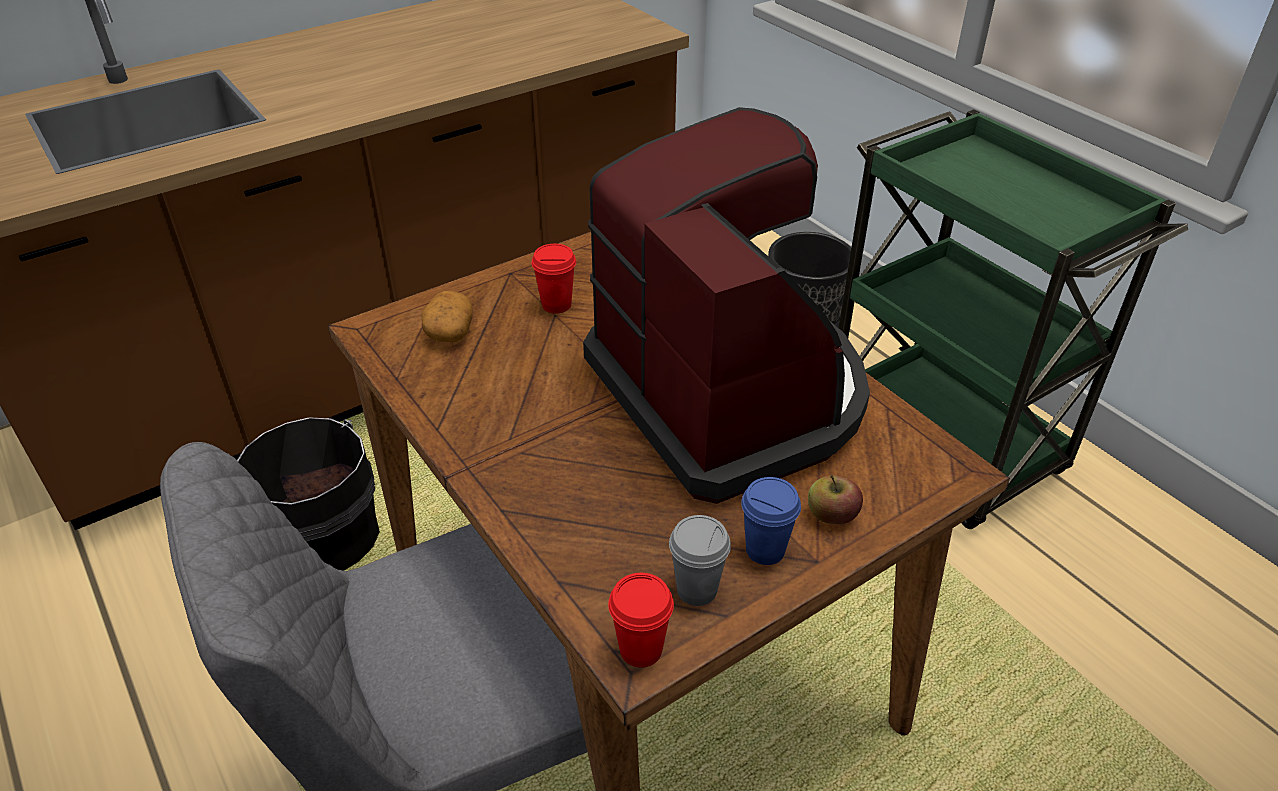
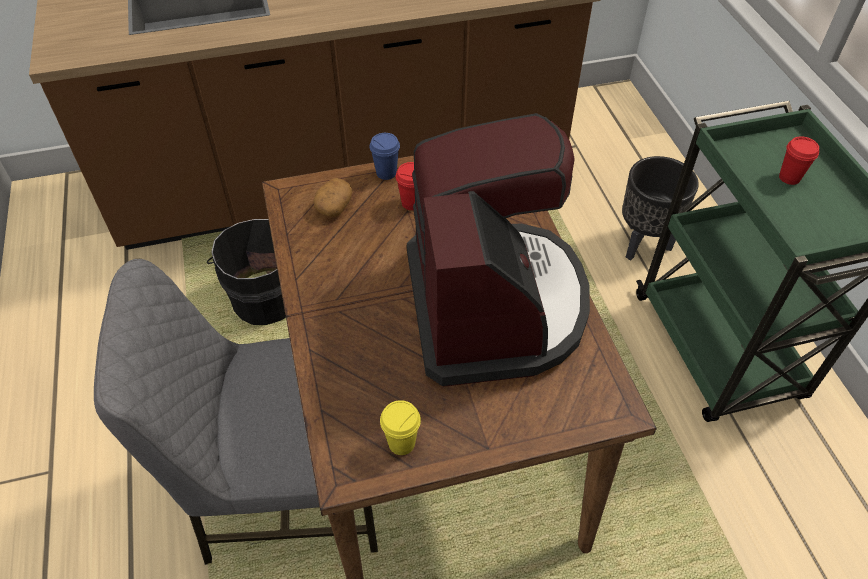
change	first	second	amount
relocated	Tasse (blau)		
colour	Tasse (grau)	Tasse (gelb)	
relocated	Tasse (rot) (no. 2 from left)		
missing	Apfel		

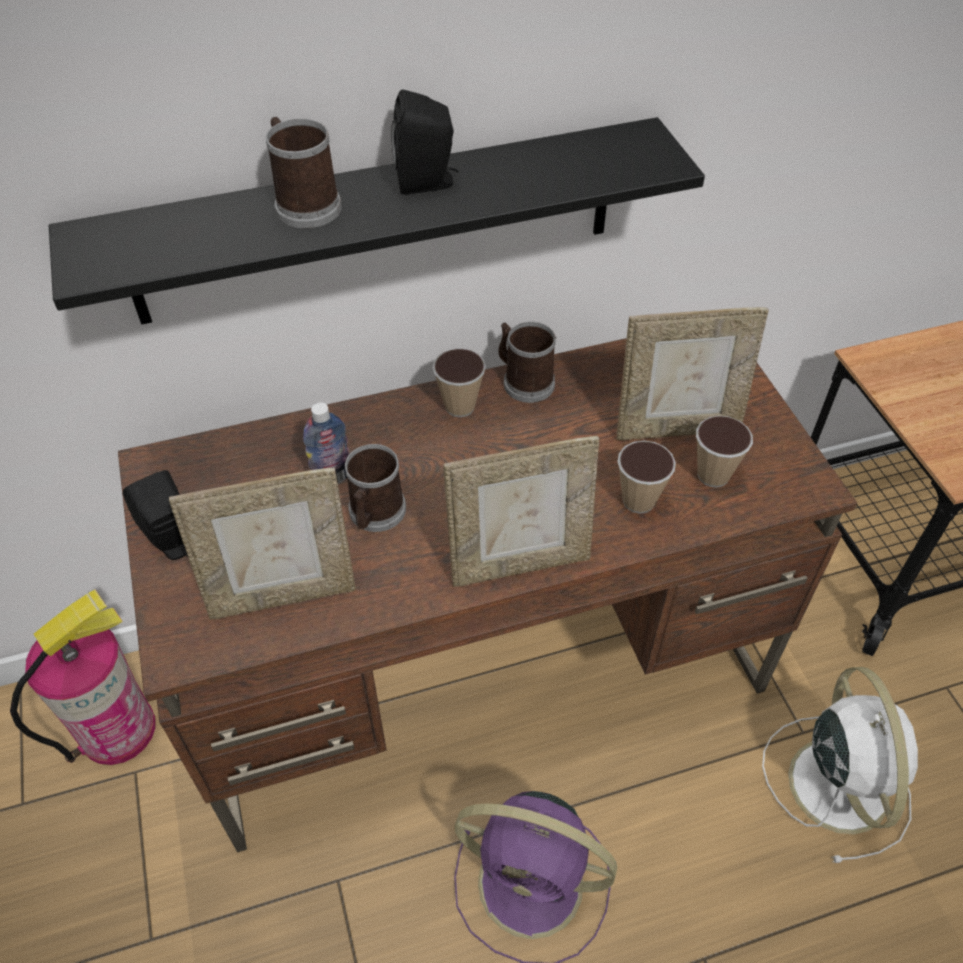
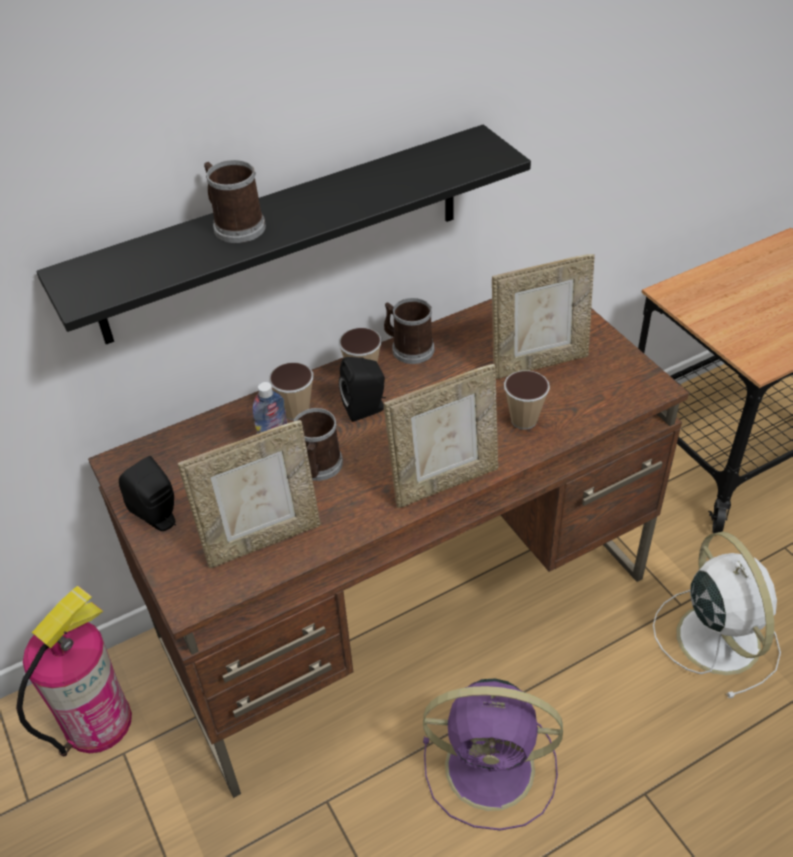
change	first	second	amount
relocated	Tasse (no. 3 from left in the first image)	Tasse (no. 1 from left)	
relocated	Lautsprecher (schwarz) (no. 2 from left)		

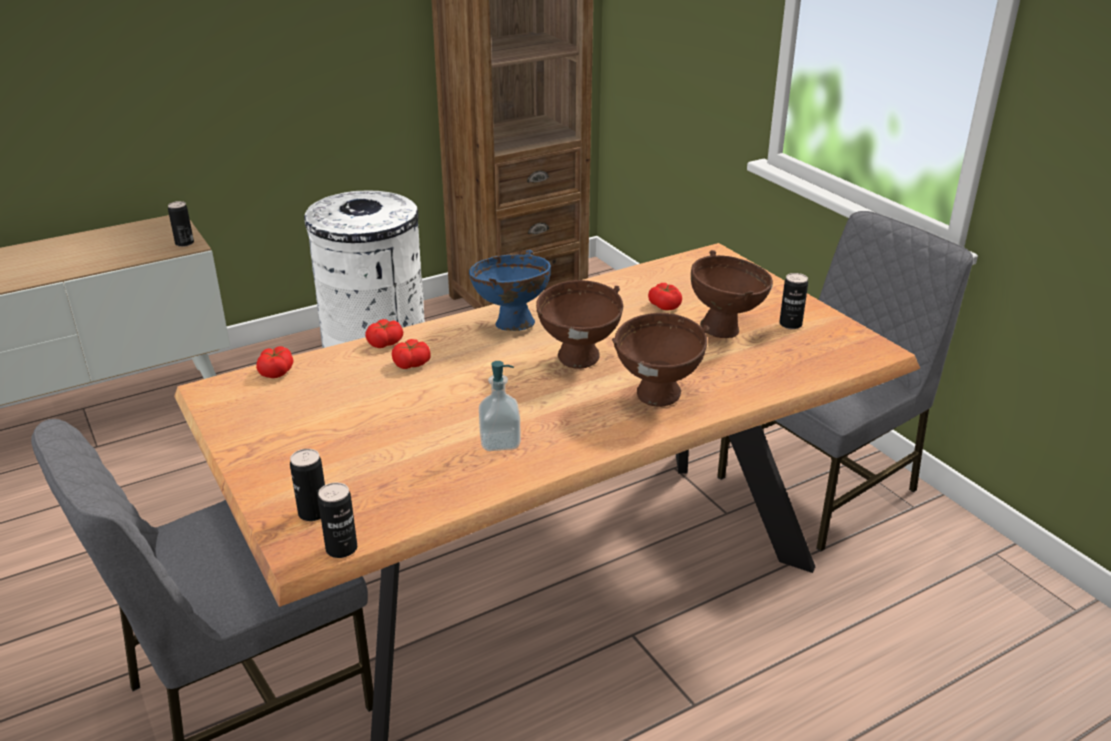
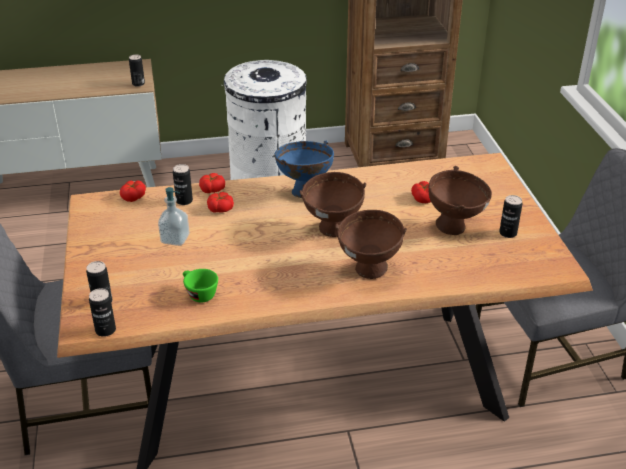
change	first	second	amount
relocated	Seifenspender		
appeared		Dose (no. 4 from left)	
appeared		Tasse (grün)	

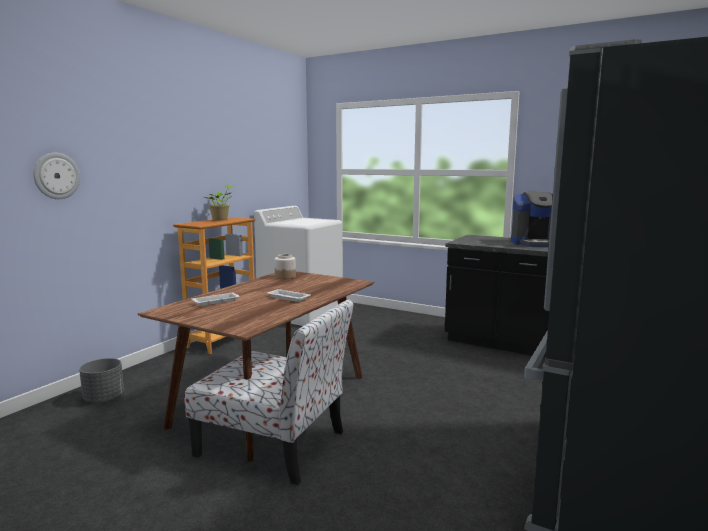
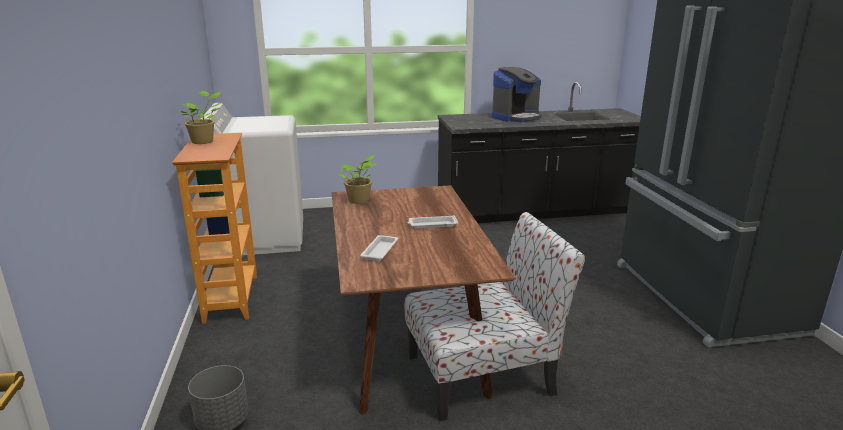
change	first	second	amount
exchanged	Vorratsglas	Topfpflanze (no. 2 from left)	
missing	Wanduhr		

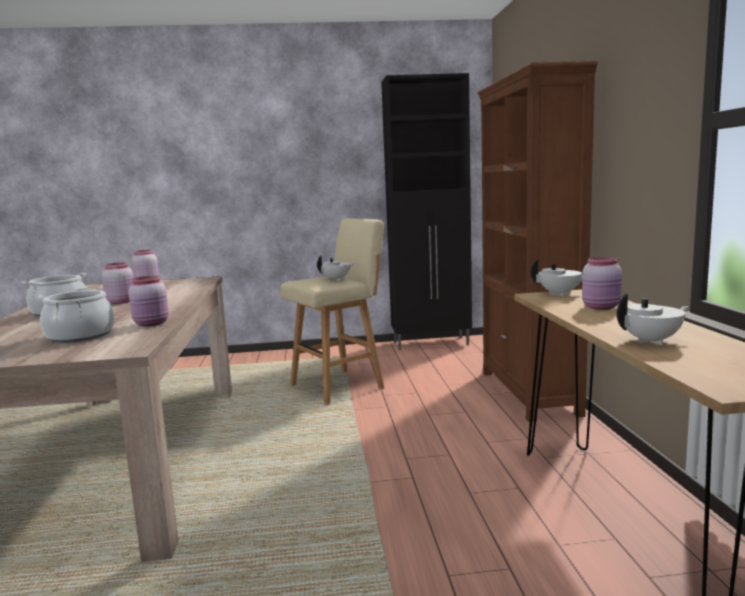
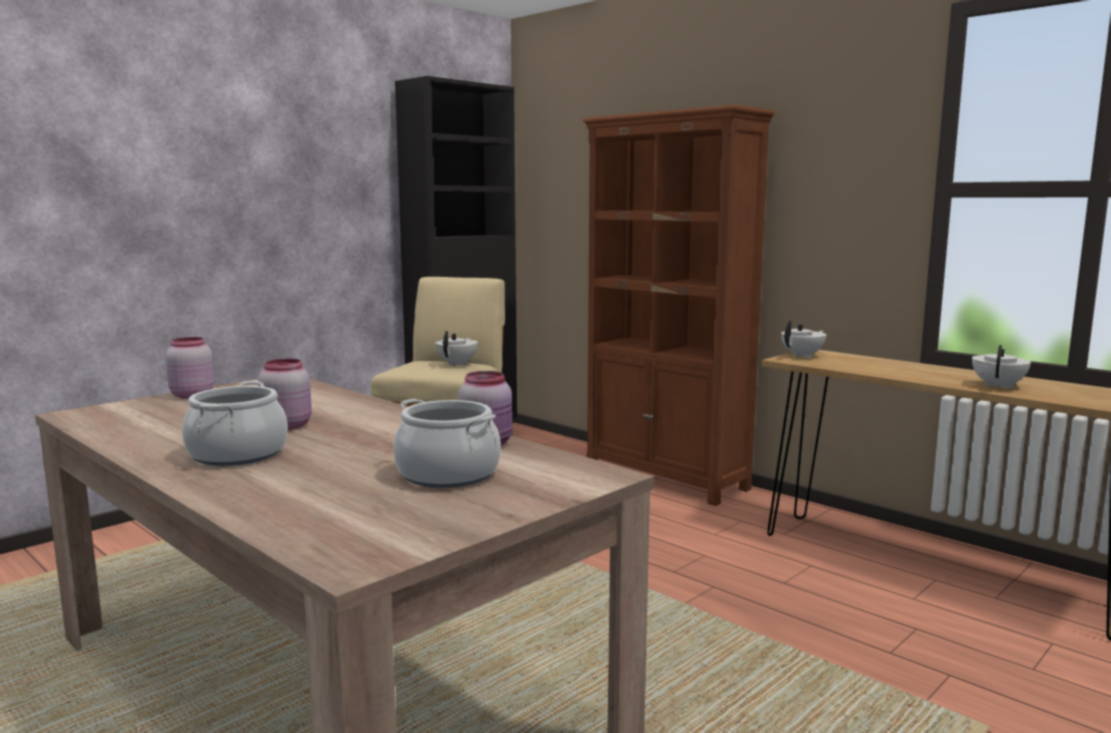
change	first	second	amount
missing	Vorratsglas (rosa) (no. 4 from left)		

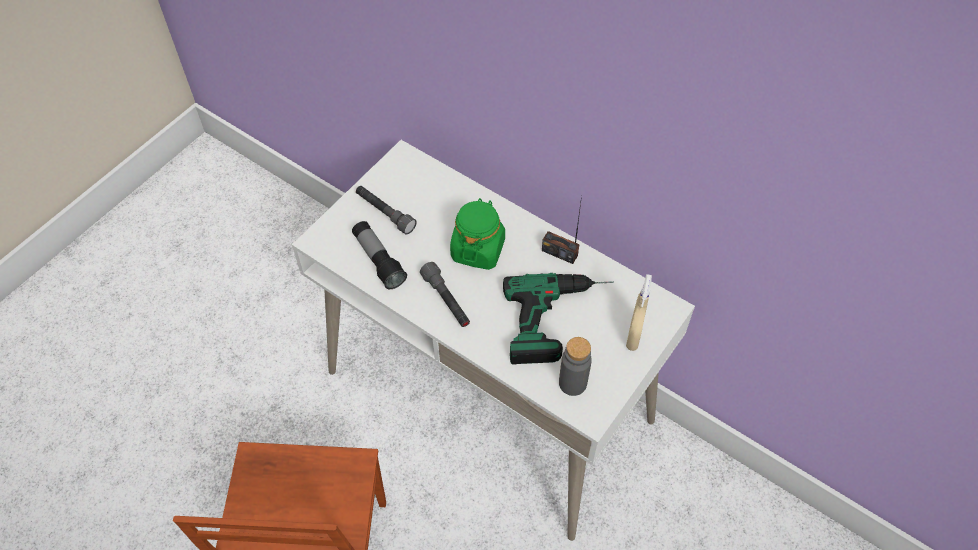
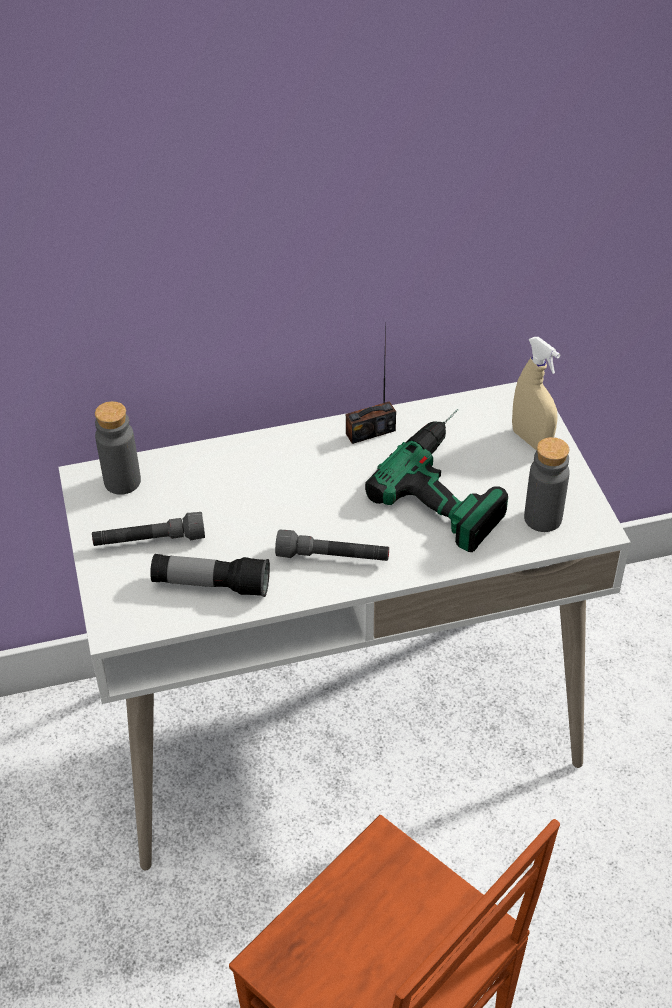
change	first	second	amount
appeared		Flasche (grau) (no. 1 from left)	
missing	Vorratsglas (grün)		

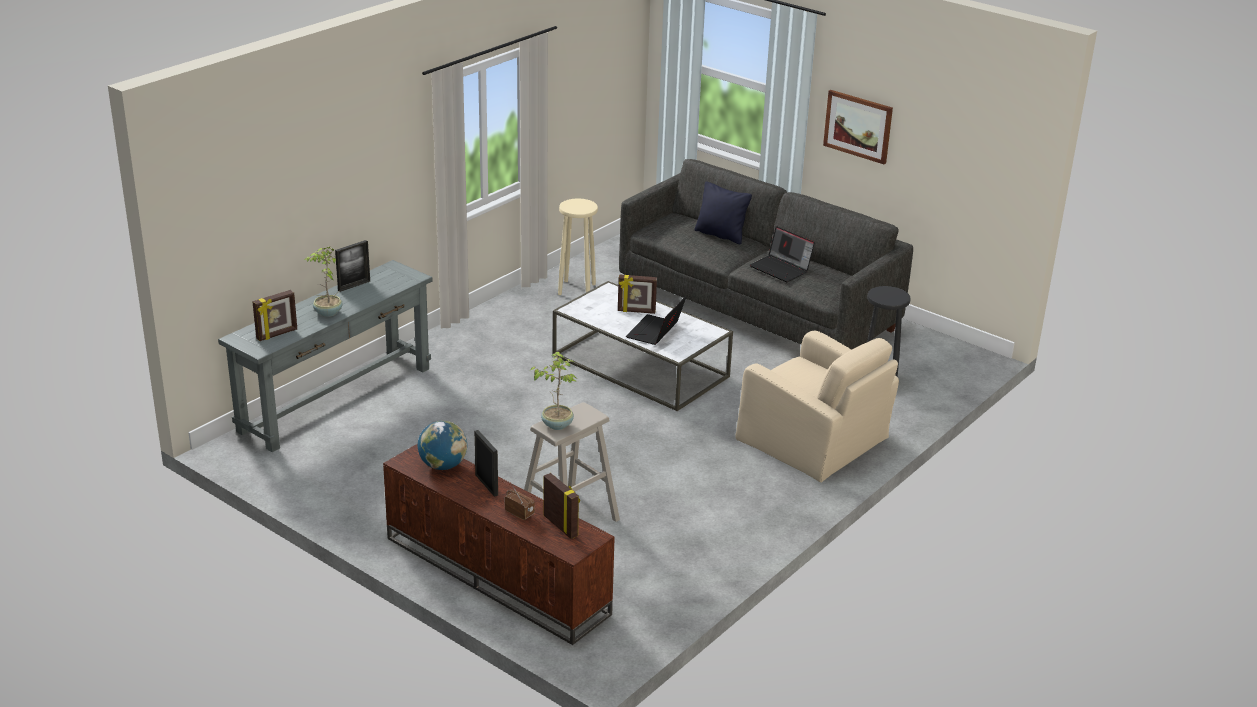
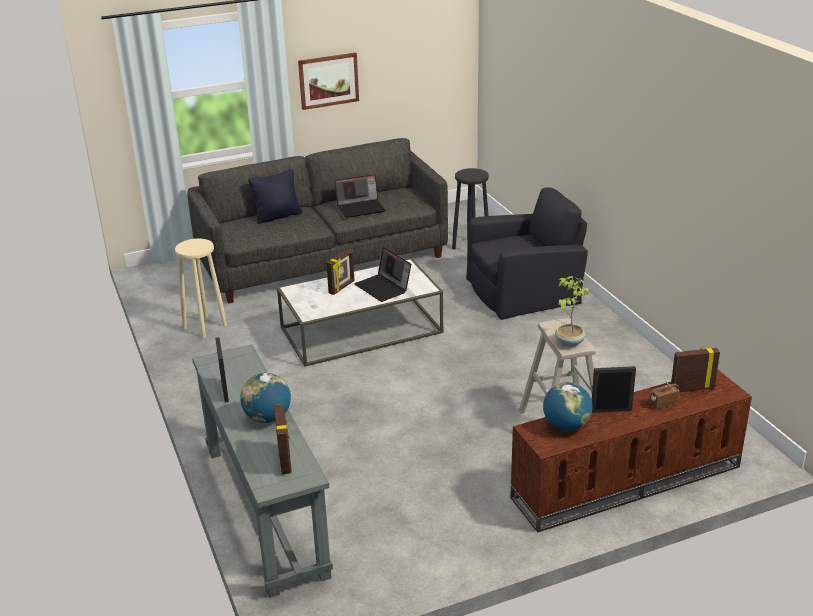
change	first	second	amount
exchanged	Topfpflanze (no. 1 from left)	Globus (no. 1 from left)	
colour	Sessel (beige)	Sessel (schwarz)	

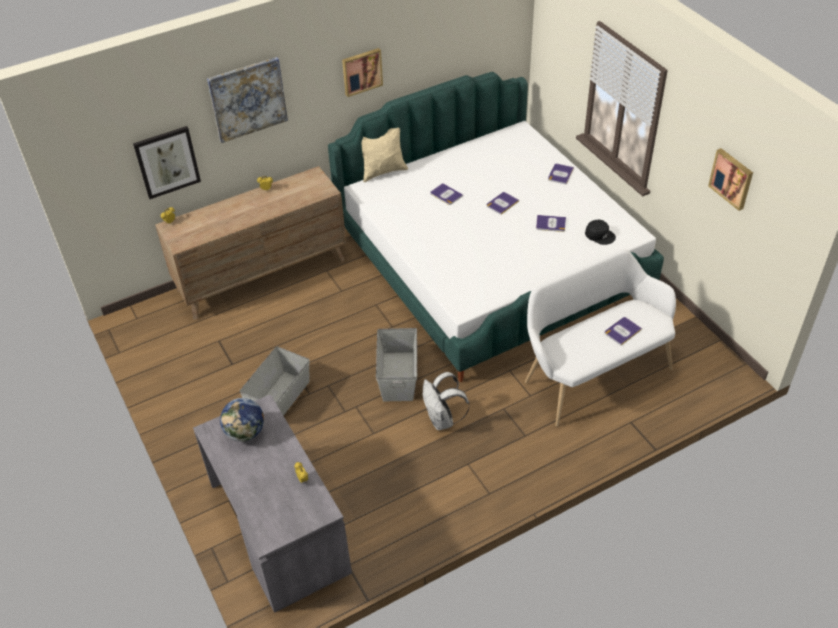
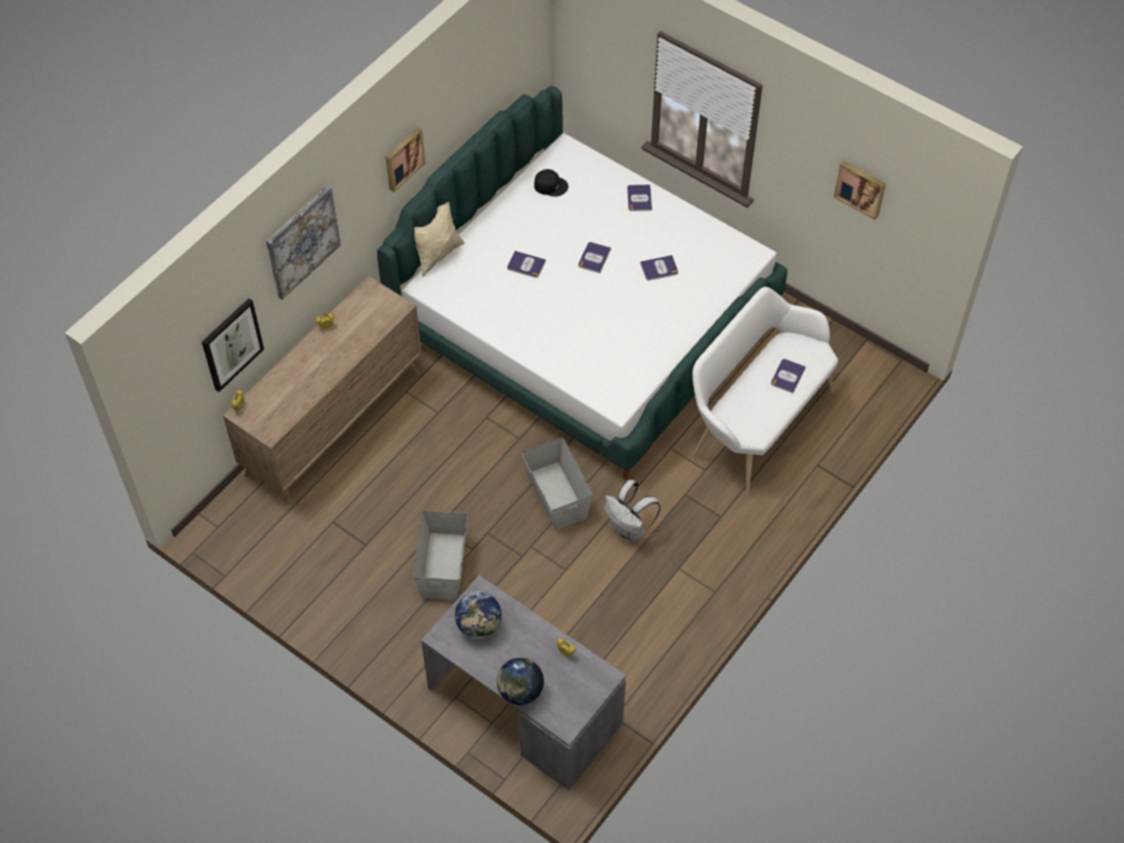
change	first	second	amount
appeared		Globus (no. 2 from left)	
relocated	Kappe (schwarz)		

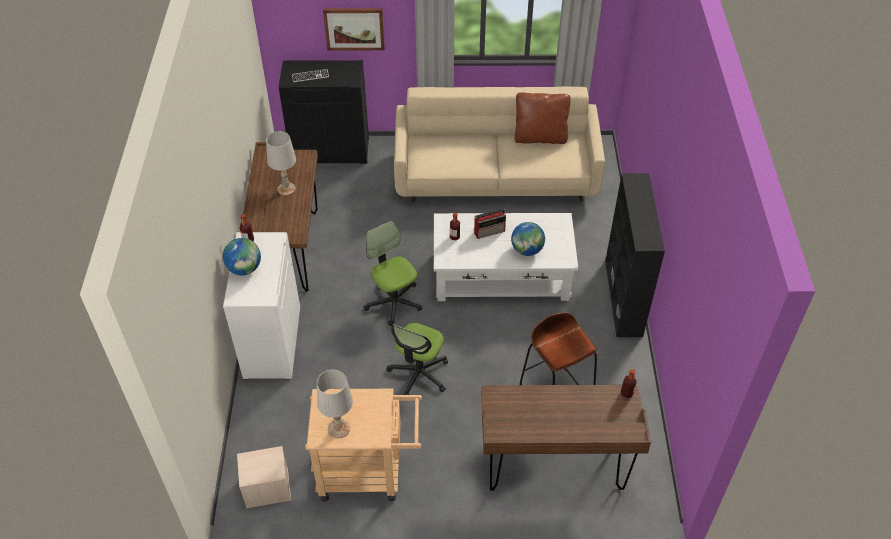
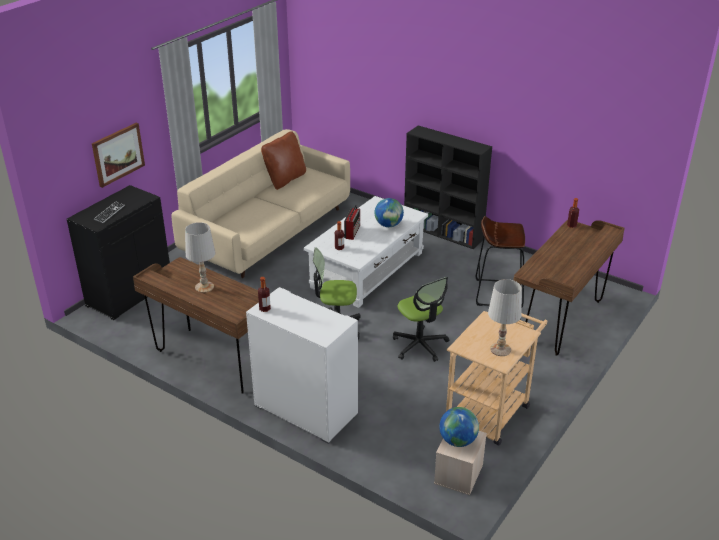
change	first	second	amount
relocated	Globus (no. 1 from left in the first image)	Globus (no. 2 from left)	

